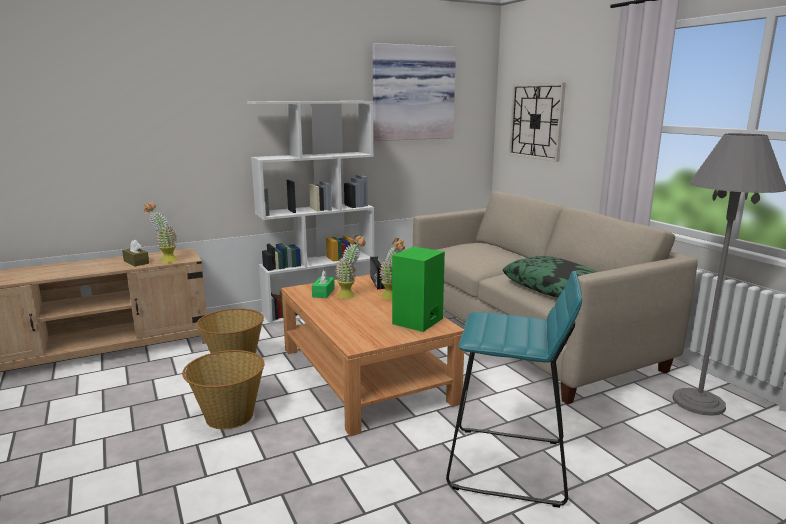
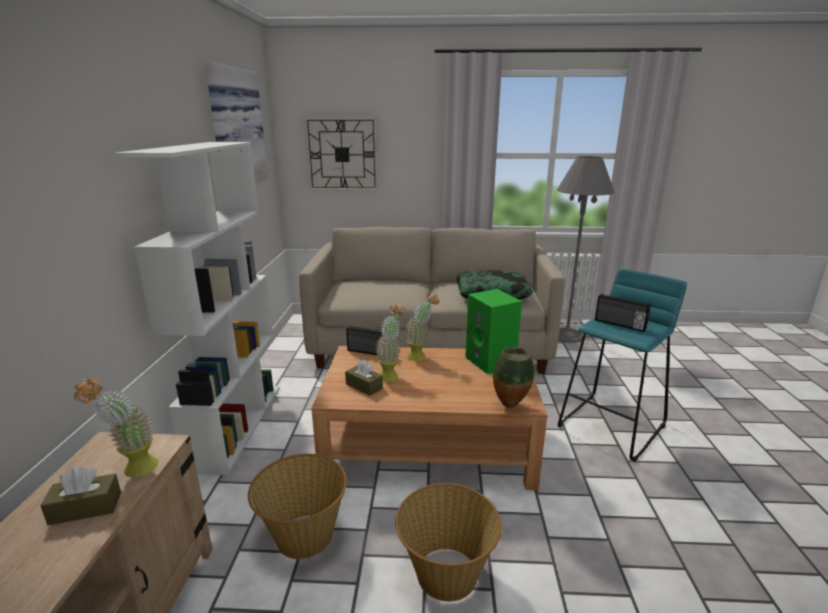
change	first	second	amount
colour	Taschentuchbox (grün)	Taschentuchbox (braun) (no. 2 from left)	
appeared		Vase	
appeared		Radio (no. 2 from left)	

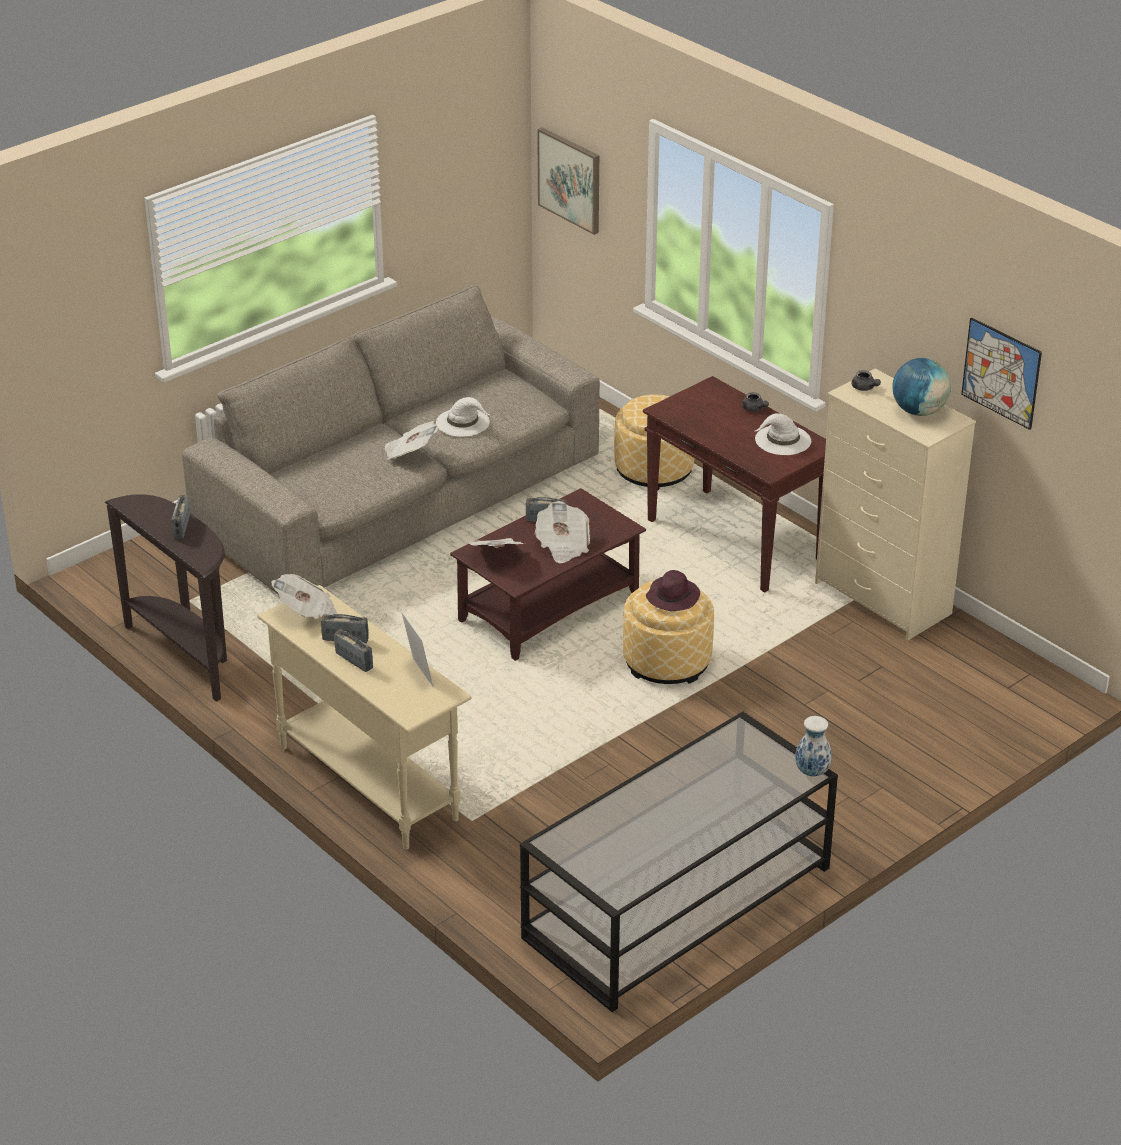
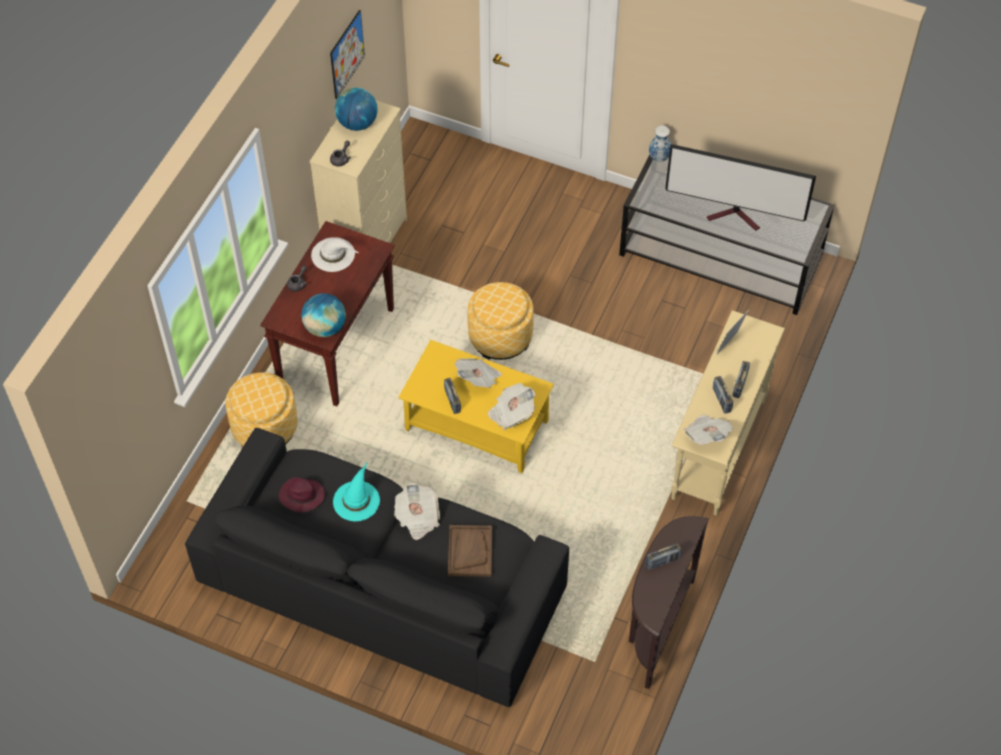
change	first	second	amount
colour	Sofa (beige)	Sofa (schwarz)	
relocated	Hut (lila)		
appeared		Globus (no. 1 from left)	
colour	Hut (weiß) (no. 1 from left)	Hut (türkis)	
colour	Couchtisch (braun)	Couchtisch (gelb)	
appeared		Tablett (braun)	
appeared		Fernseher	
missing	Bild (no. 1 from left)		

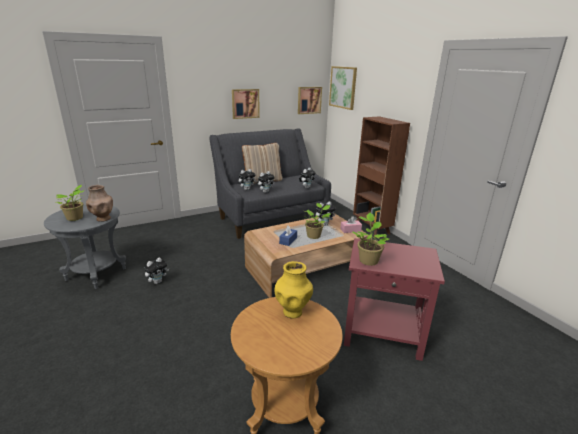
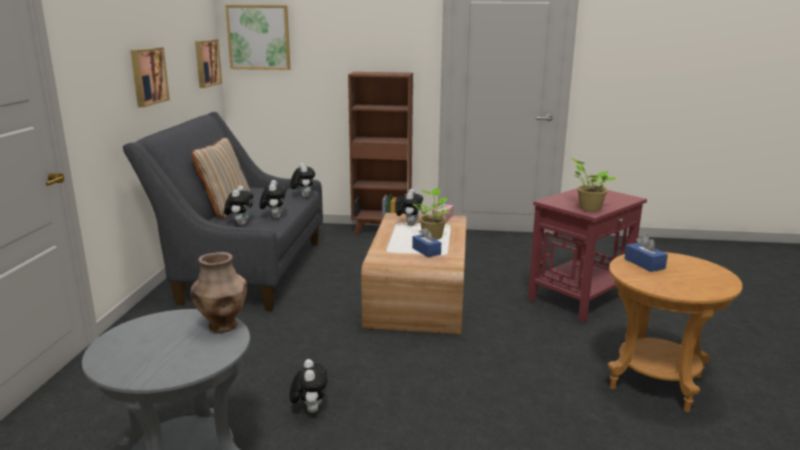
change	first	second	amount
exchanged	Vase (gelb)	Taschentuchbox (blau) (no. 2 from left)	
missing	Topfpflanze (no. 1 from left)		

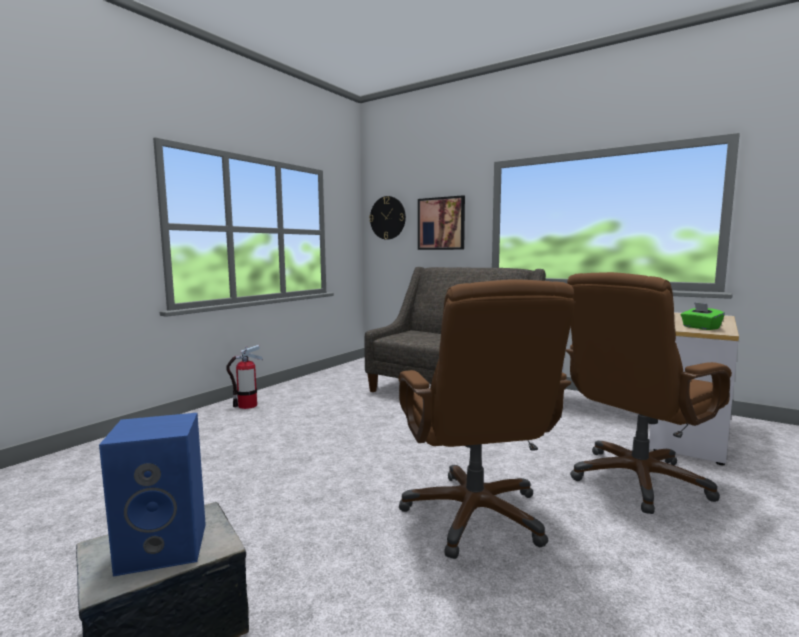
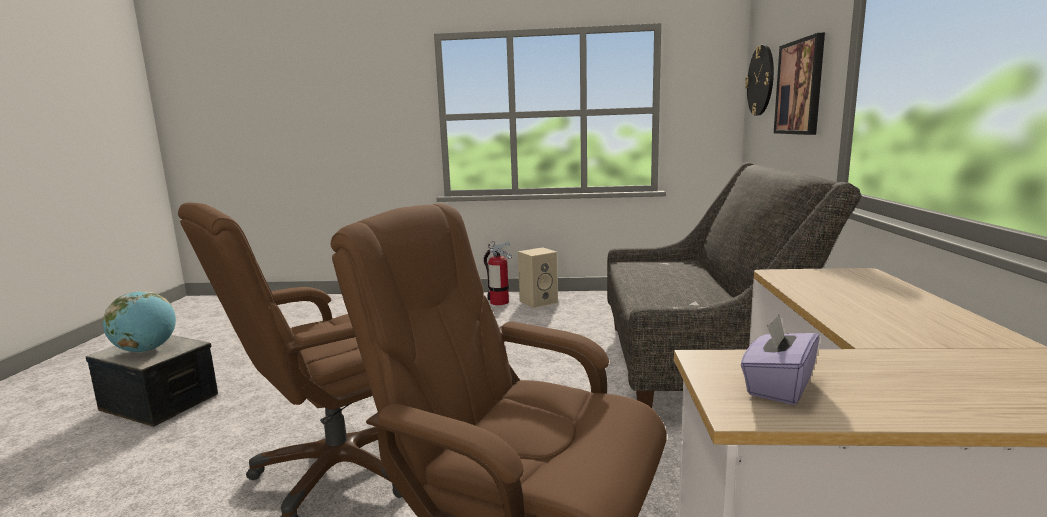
change	first	second	amount
exchanged	Lautsprecher (blau)	Globus	
appeared		Lautsprecher (beige)	
colour	Taschentuchbox (grün)	Taschentuchbox (lila)	

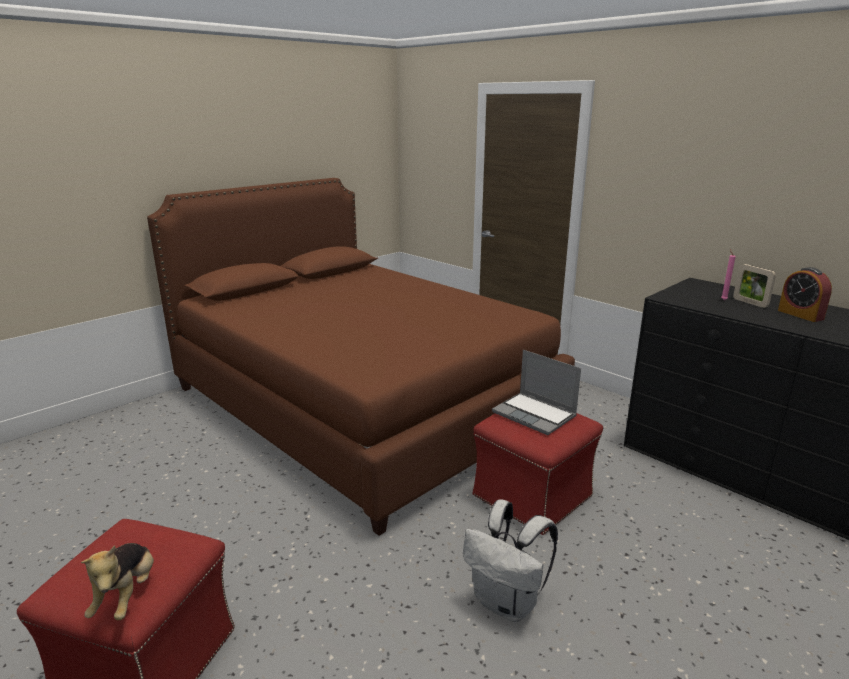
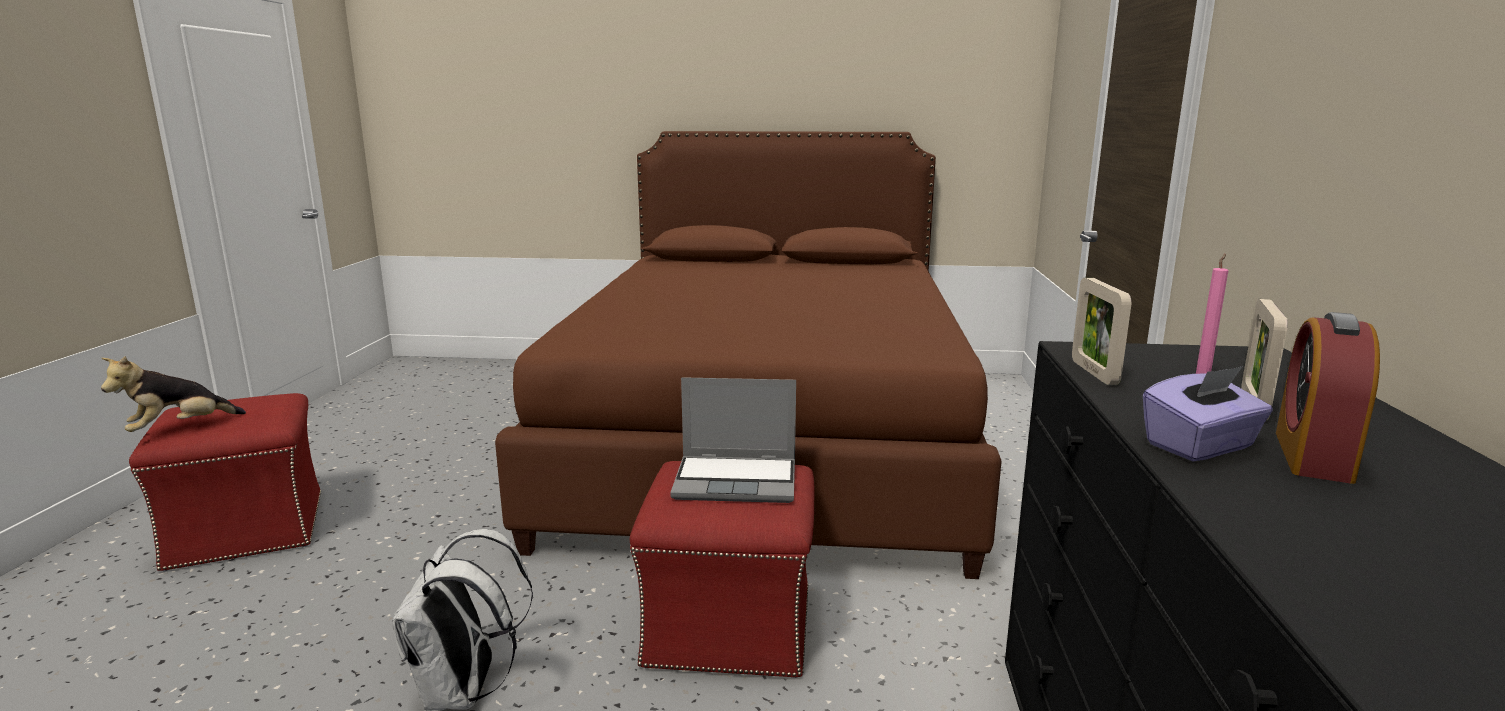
change	first	second	amount
spun	Laptop		90 degrees counterclockwise
appeared		Bilderrahmen (no. 1 from left)	
appeared		Taschentuchbox (lila)	

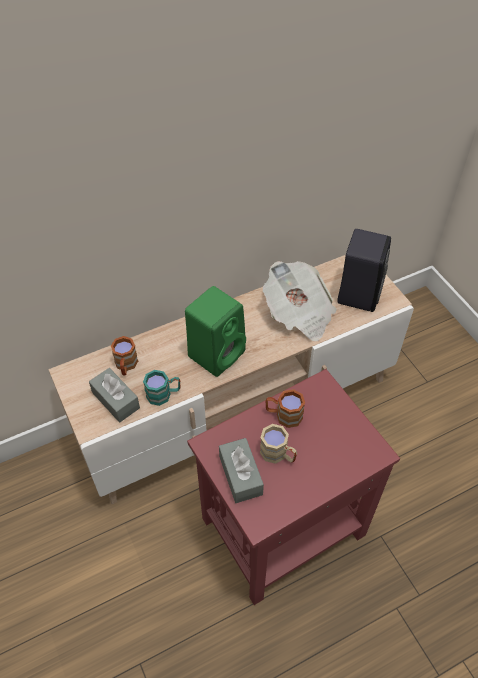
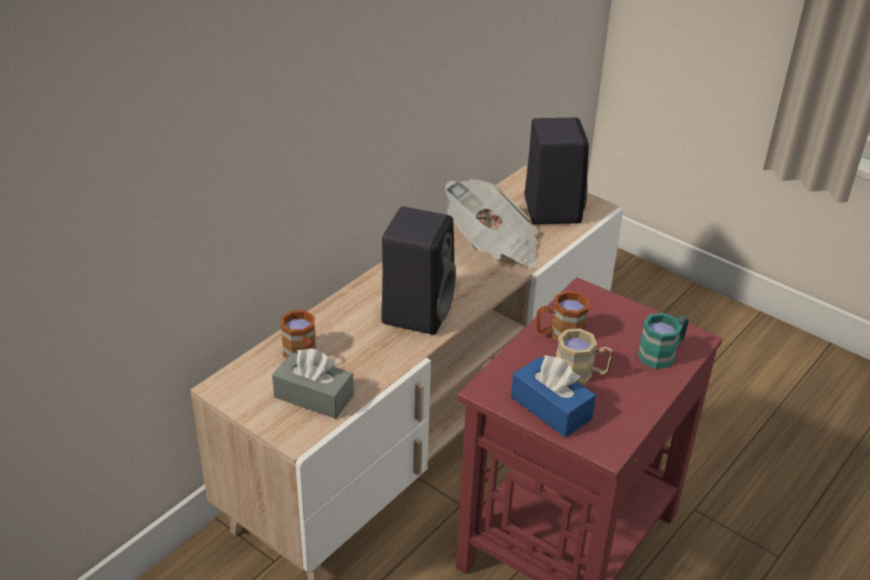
change	first	second	amount
colour	Lautsprecher (grün)	Lautsprecher (schwarz) (no. 1 from left)	
colour	Taschentuchbox (grau) (no. 2 from left)	Taschentuchbox (blau)	
relocated	Henkelbecher (türkis)		

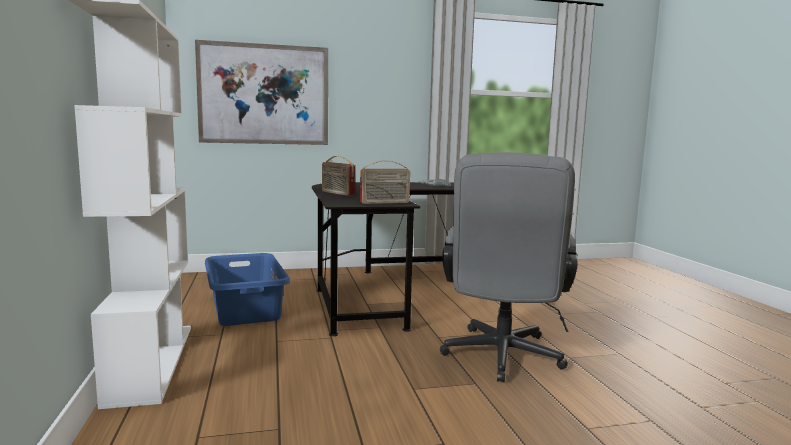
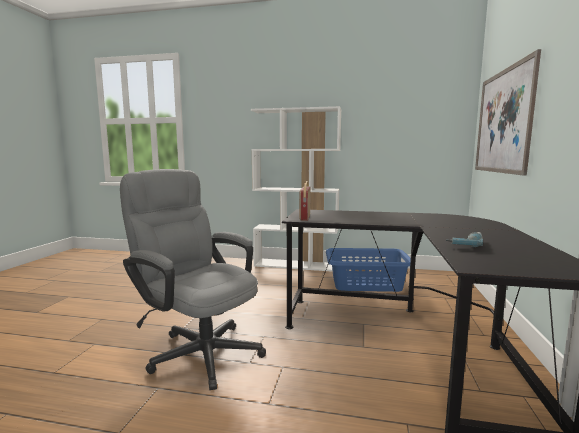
change	first	second	amount
missing	Radio (no. 1 from left)		

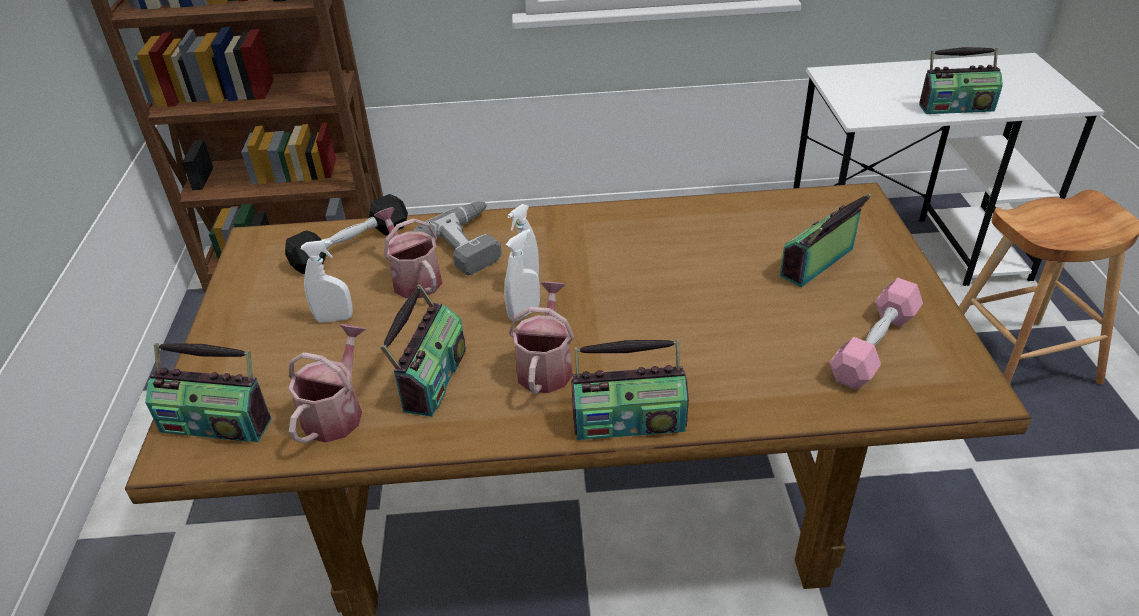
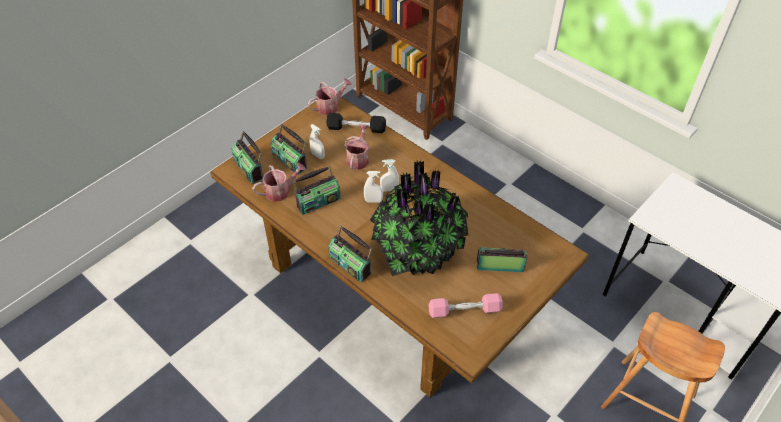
change	first	second	amount
relocated	Radio (no. 5 from left in the first image)	Radio (no. 2 from left)	
relocated	Gießkanne (no. 3 from left in the first image)	Gießkanne (no. 2 from left)	
appeared		Topfpflanze	
missing	Bohrmaschine		

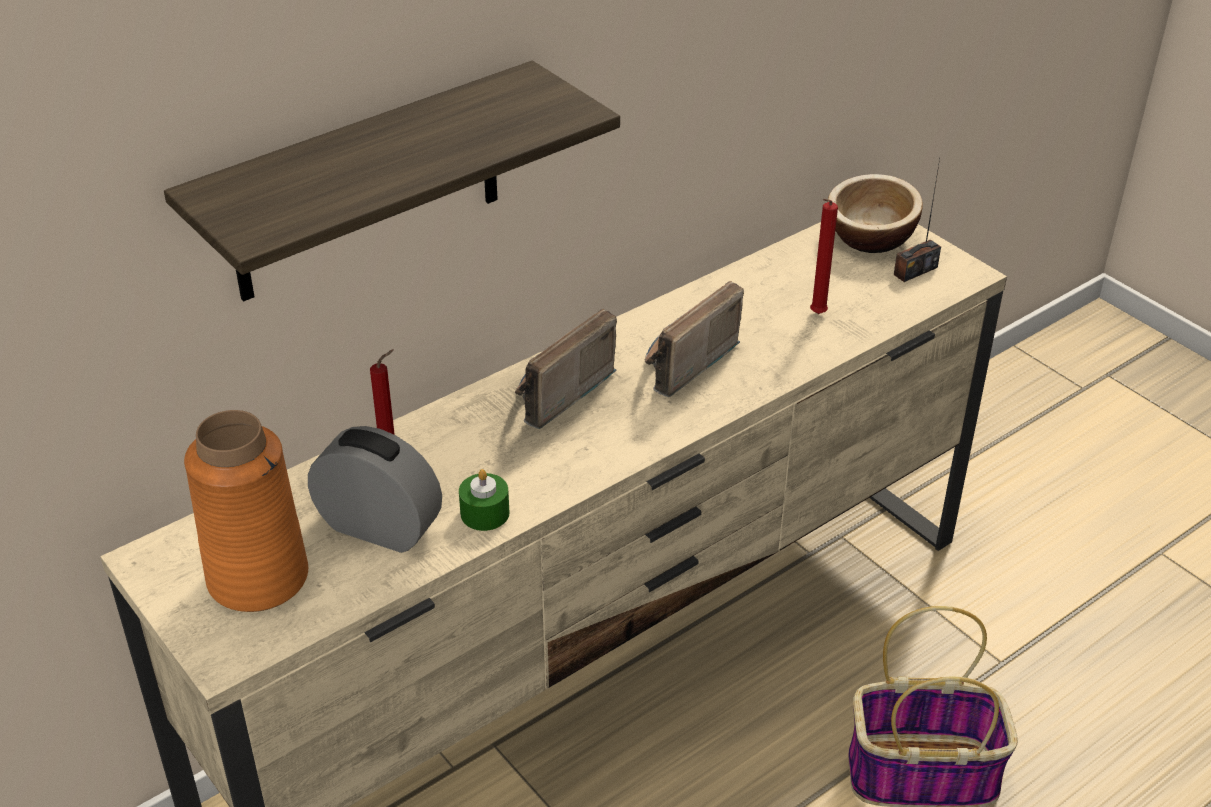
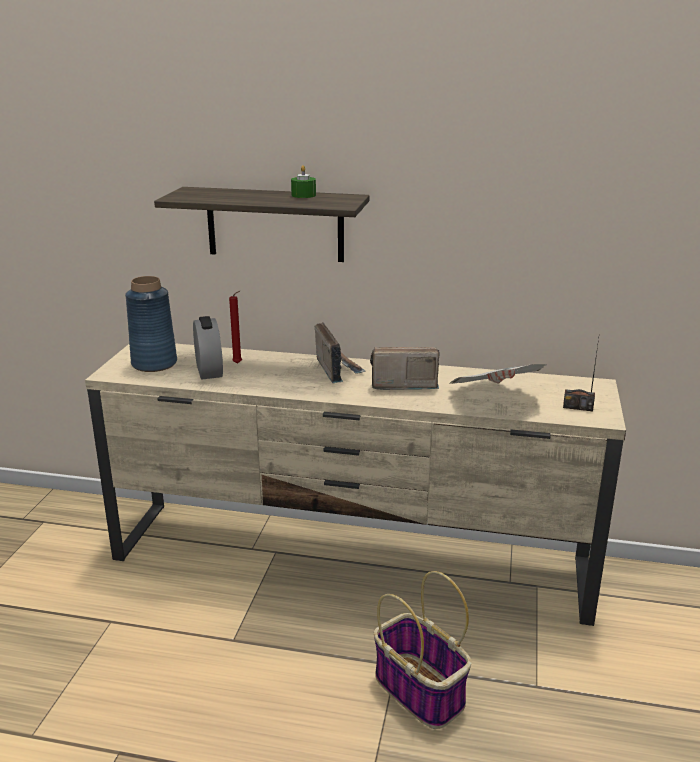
change	first	second	amount
colour	Vase (orange)	Vase (blau)	
relocated	Kerze (grün)		
spun	Radio (no. 1 from left)		75 degrees clockwise
exchanged	Kerze (rot) (no. 2 from left)	Zeitung	
missing	Schüssel		

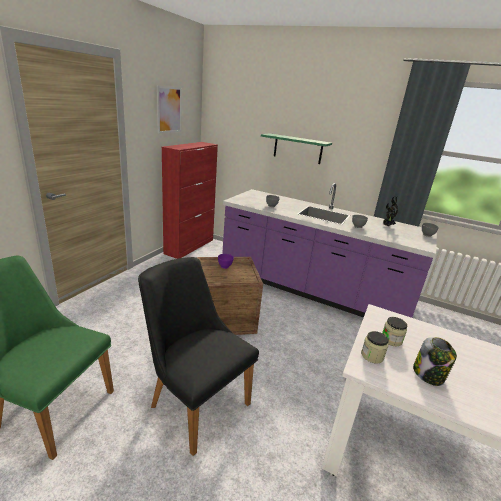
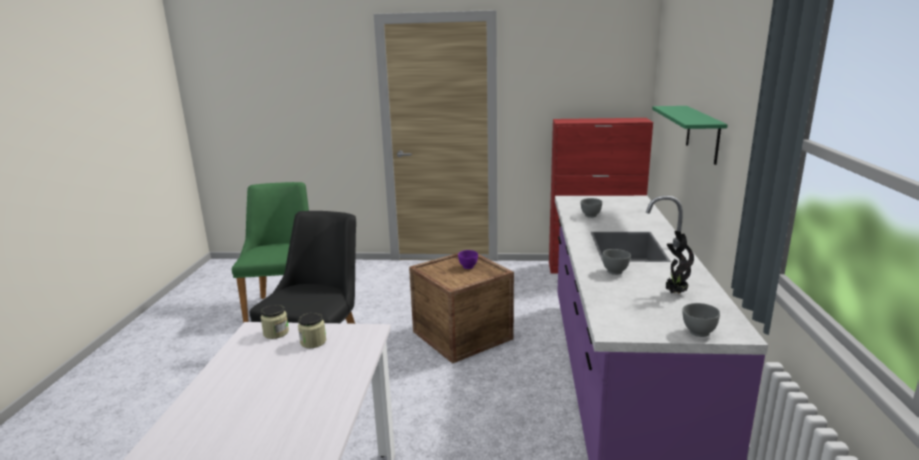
change	first	second	amount
missing	Bild		
missing	Vorratsglas (no. 3 from left)		

